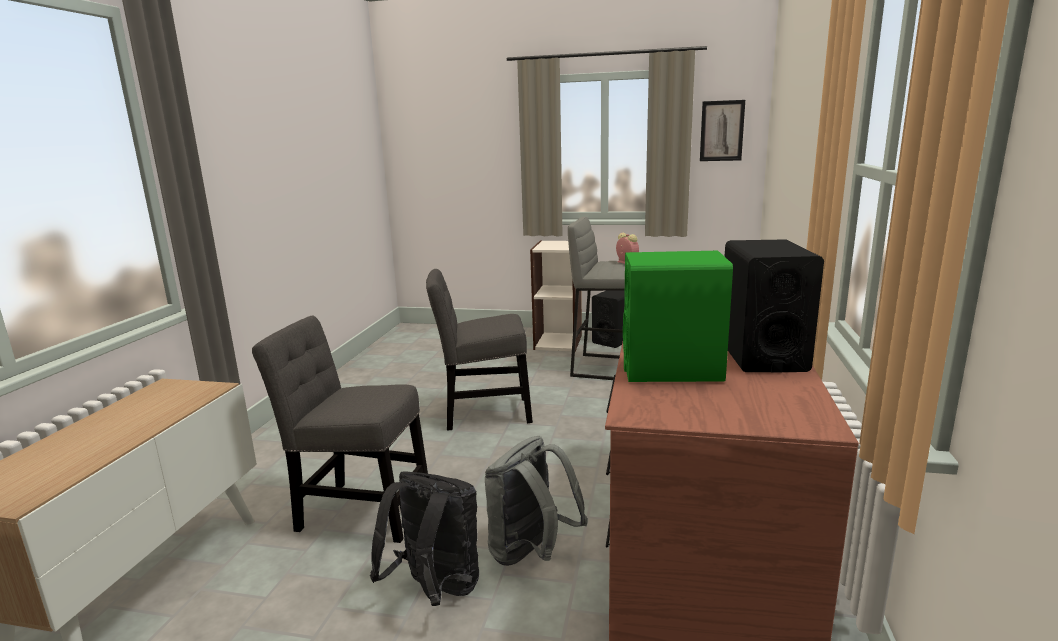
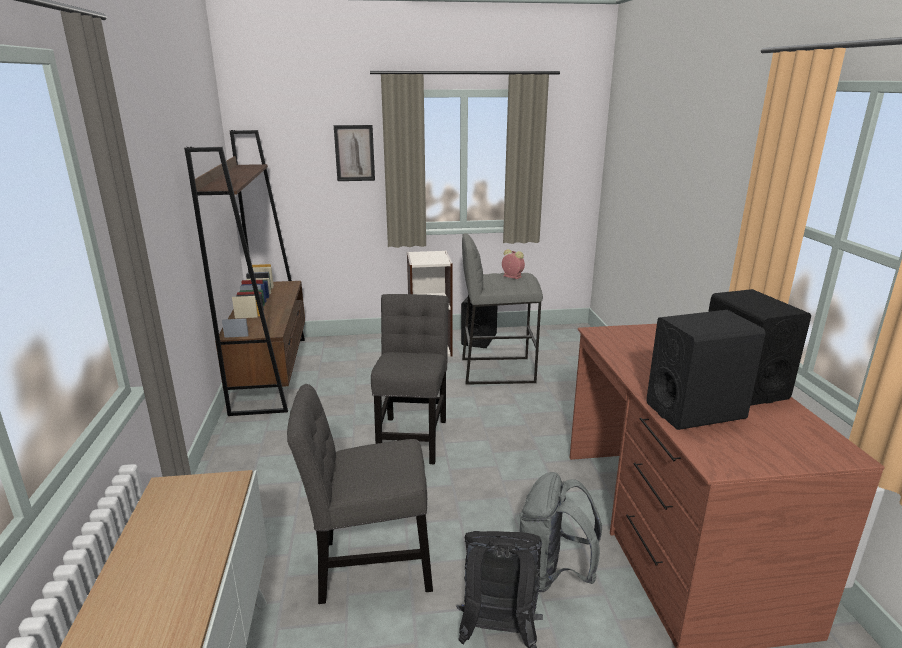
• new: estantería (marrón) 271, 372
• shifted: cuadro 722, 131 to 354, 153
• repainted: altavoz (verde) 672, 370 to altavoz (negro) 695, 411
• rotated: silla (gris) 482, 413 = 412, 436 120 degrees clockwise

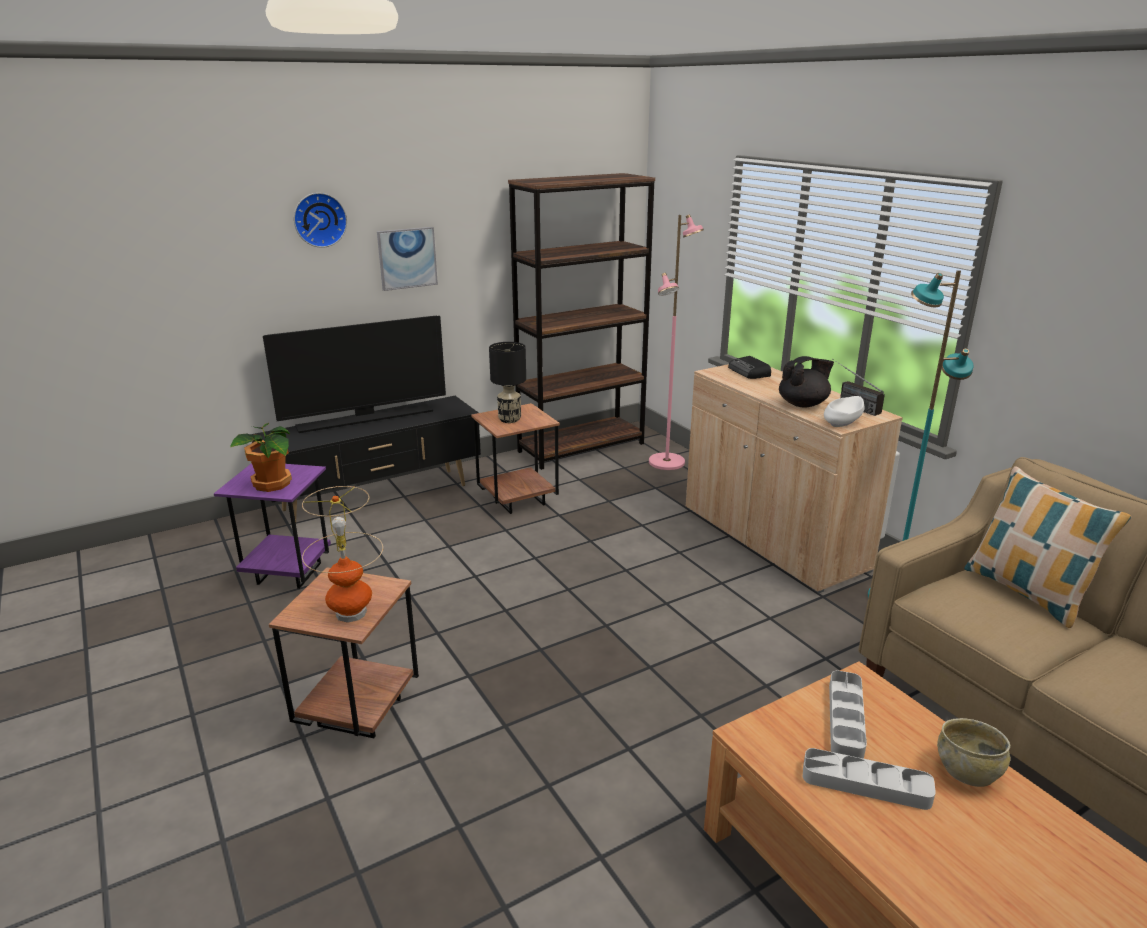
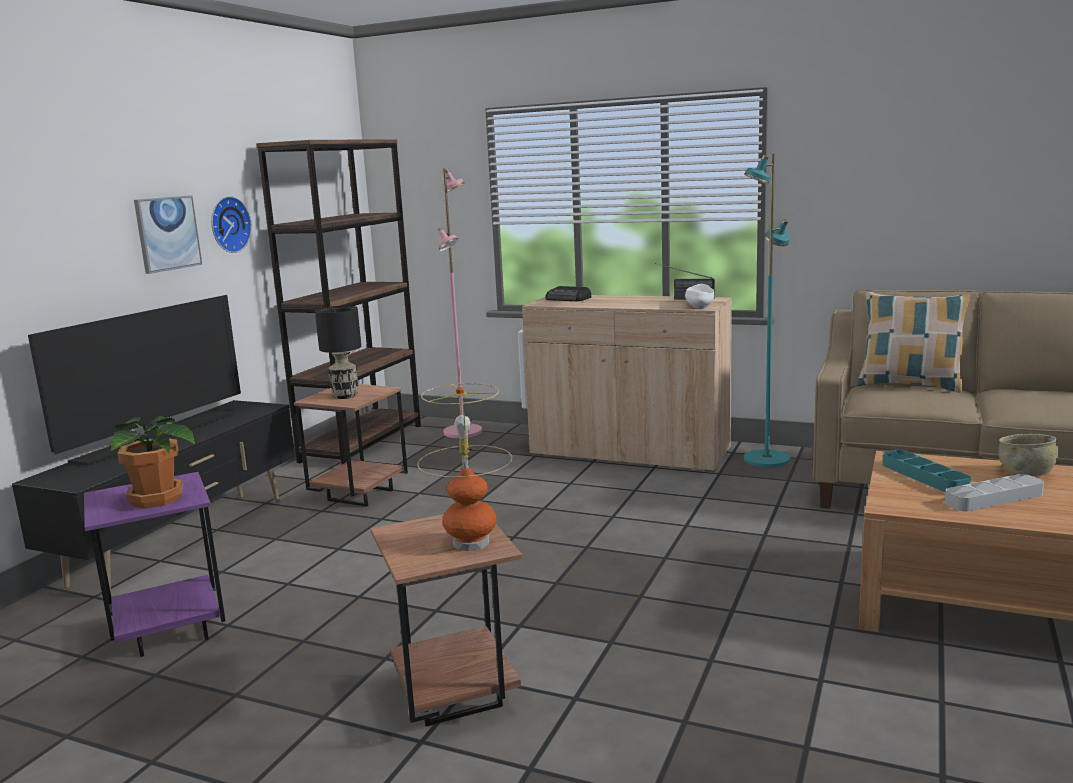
• gone: tetera (negro) 803, 404
• shifted: reloj de pared 319, 219 to 228, 224
• repainted: bandeja (gris) 845, 718 to bandeja (turquesa) 924, 476

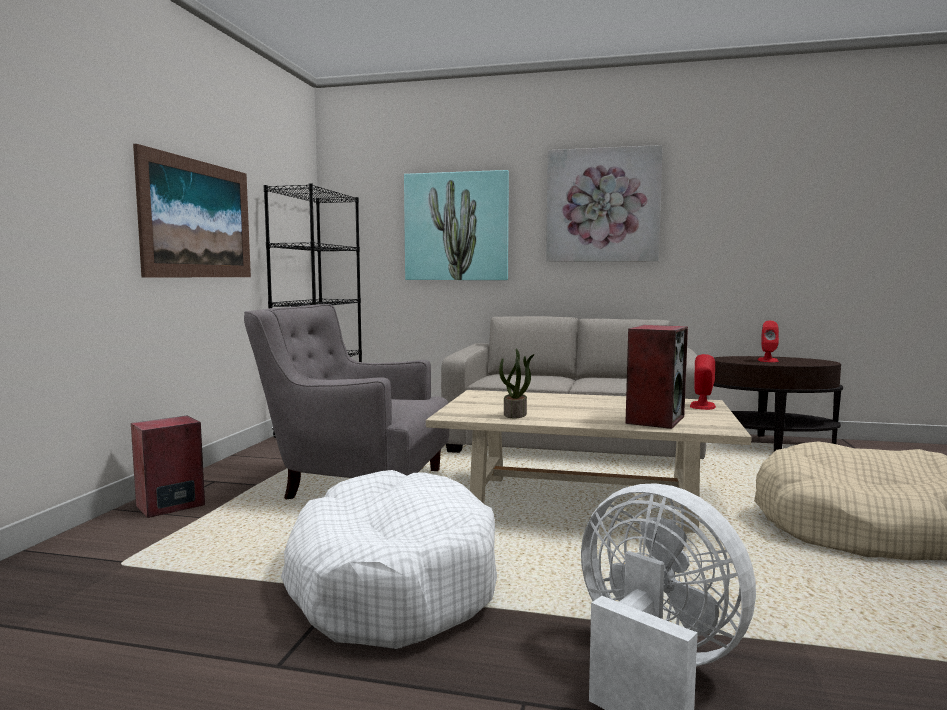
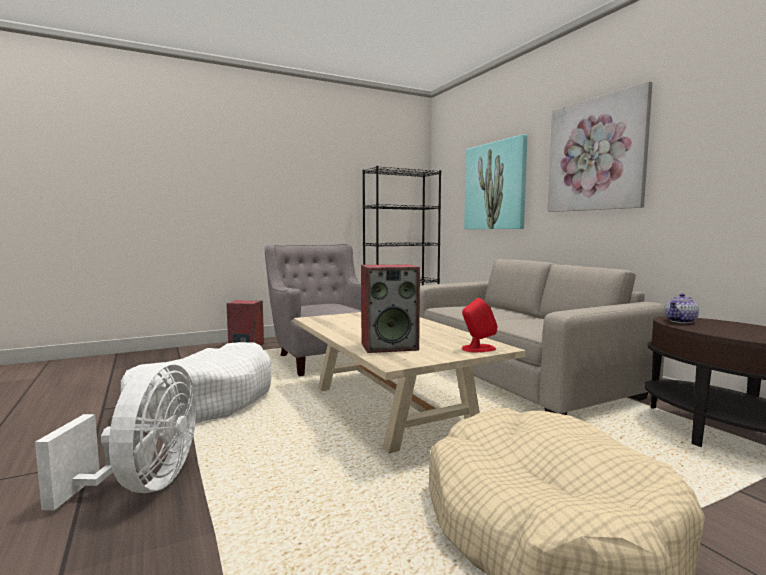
• gone: cuadro 198, 219
• gone: planta en maceta 515, 414
• gone: altavoz (rojo) 767, 360
• new: tetera 681, 321

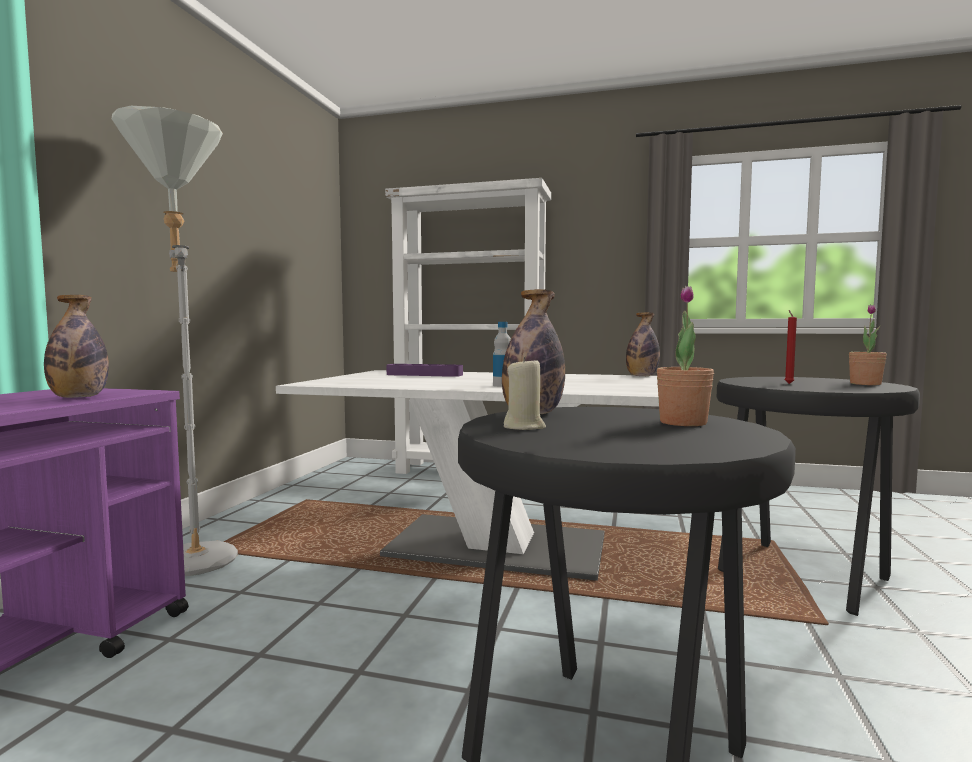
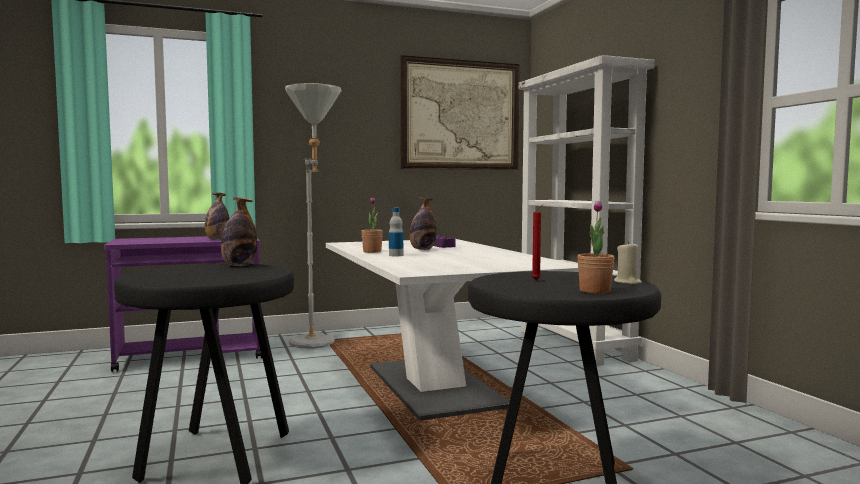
• new: cuadro 461, 115
• shifted: vela (beis) 524, 427 to 627, 282
• shifted: botella 642, 376 to 422, 249
• shifted: planta en maceta 683, 423 to 372, 251

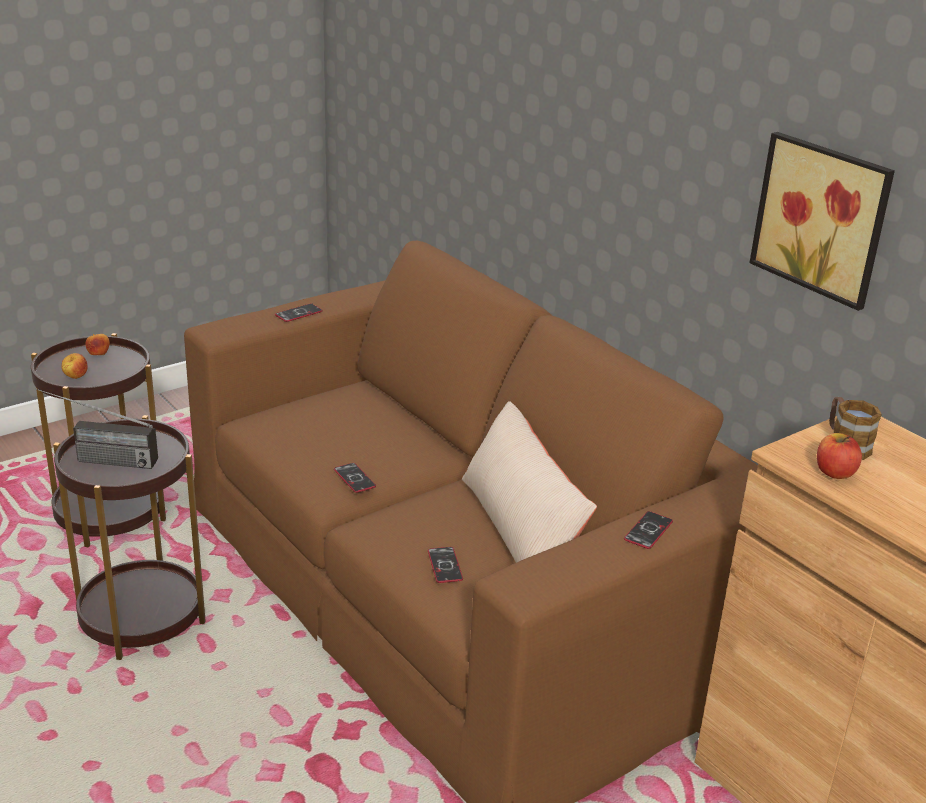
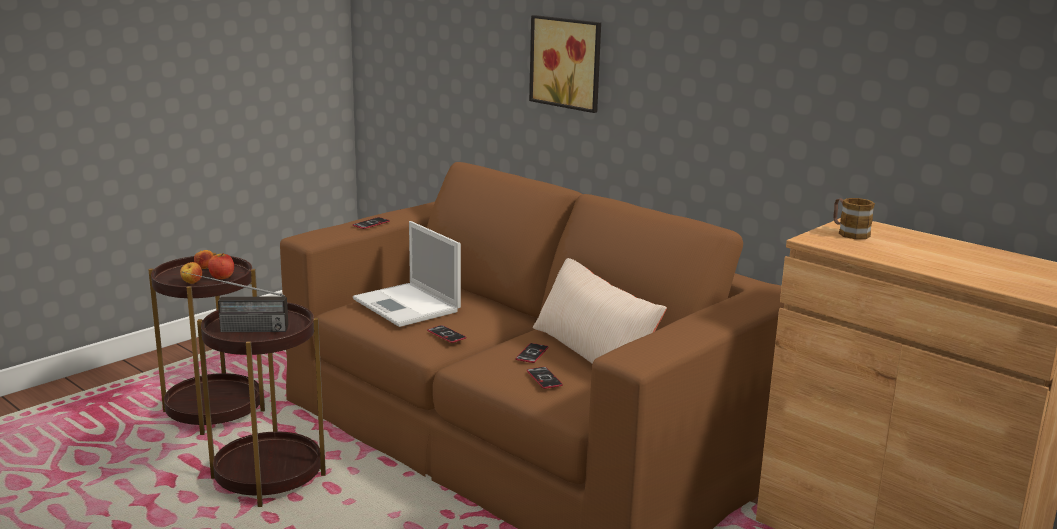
• new: portátil 407, 306
• shifted: móvil 648, 531 to 532, 354
• shifted: cuadro 824, 218 to 568, 62
• shifted: manzana 834, 472 to 222, 277

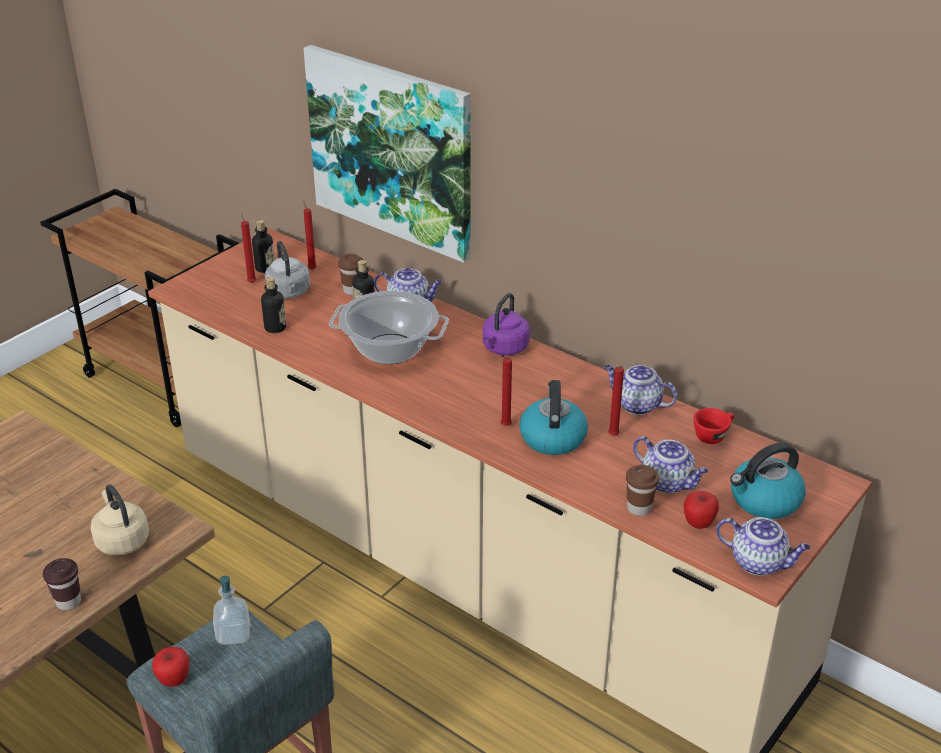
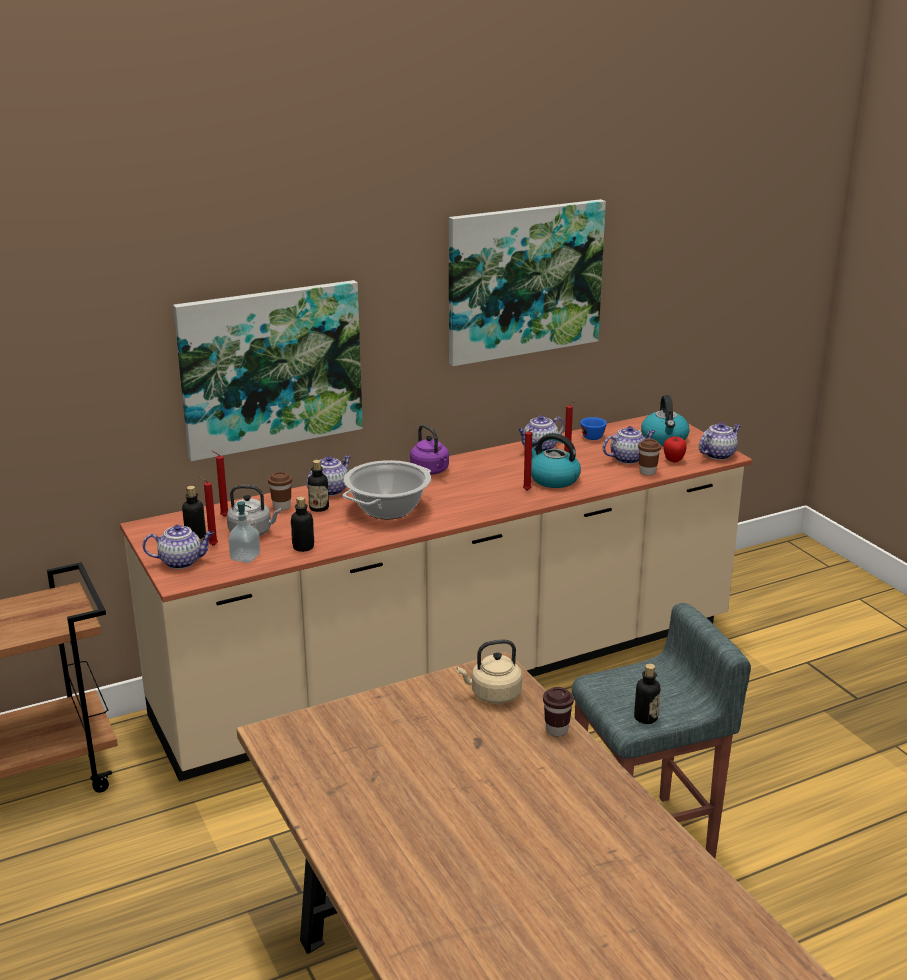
• new: tetera 182, 562
• new: cuadro 524, 280
• shifted: dispensador de jabón 233, 634 to 245, 557
• swapped: manzana 174, 680 to botella 645, 718
• repainted: taza (rojo) 713, 435 to taza (azul) 591, 436

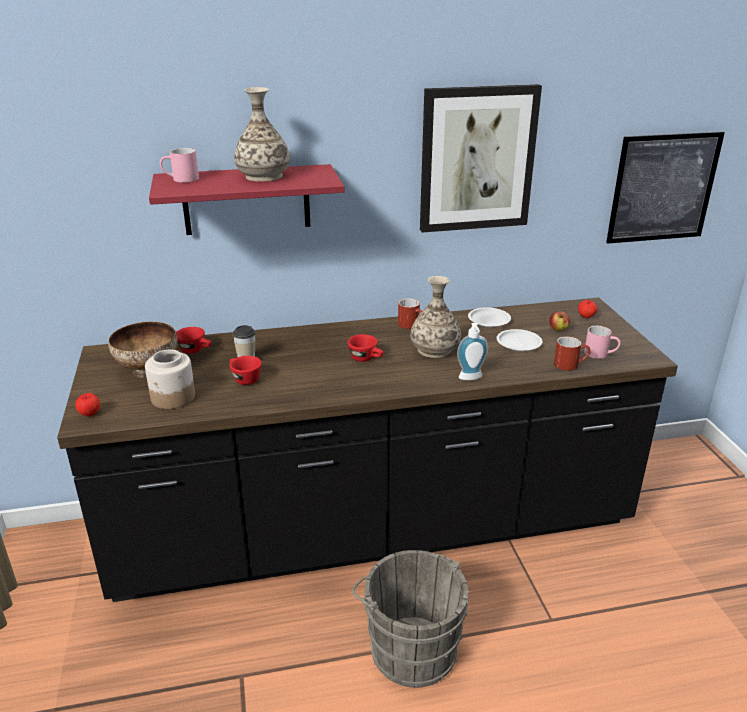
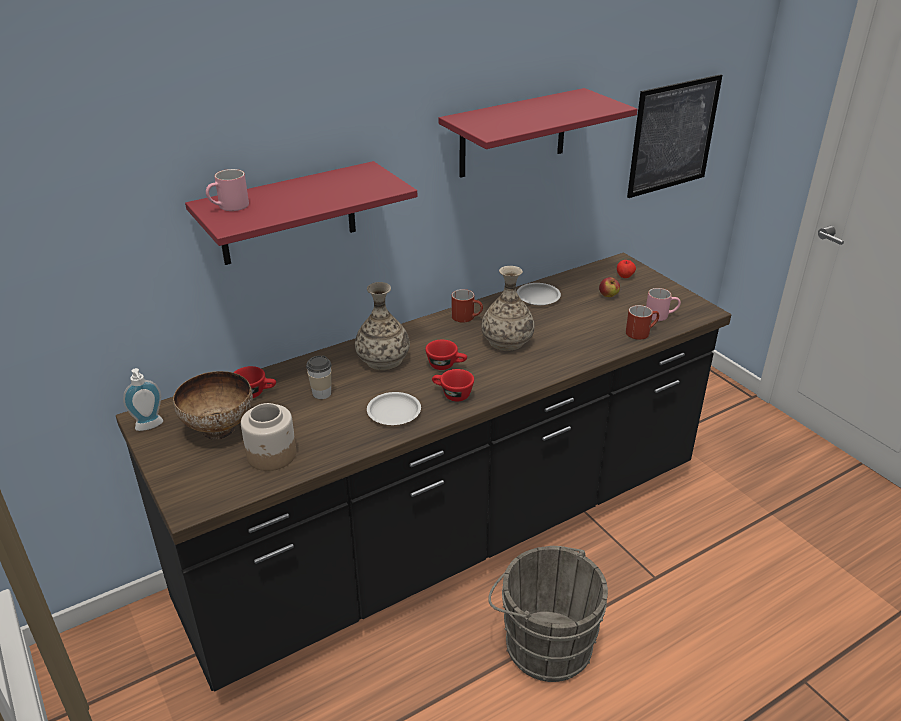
• gone: manzana 90, 413
• shifted: taza (rojo) 243, 379 to 452, 395
• shifted: florero 263, 176 to 383, 360
• shifted: dispensador de jabón 471, 378 to 150, 427
• shifted: plato (blanco) 518, 343 to 394, 412
• swapped: cuadro 477, 159 to estante (rojo) 513, 133

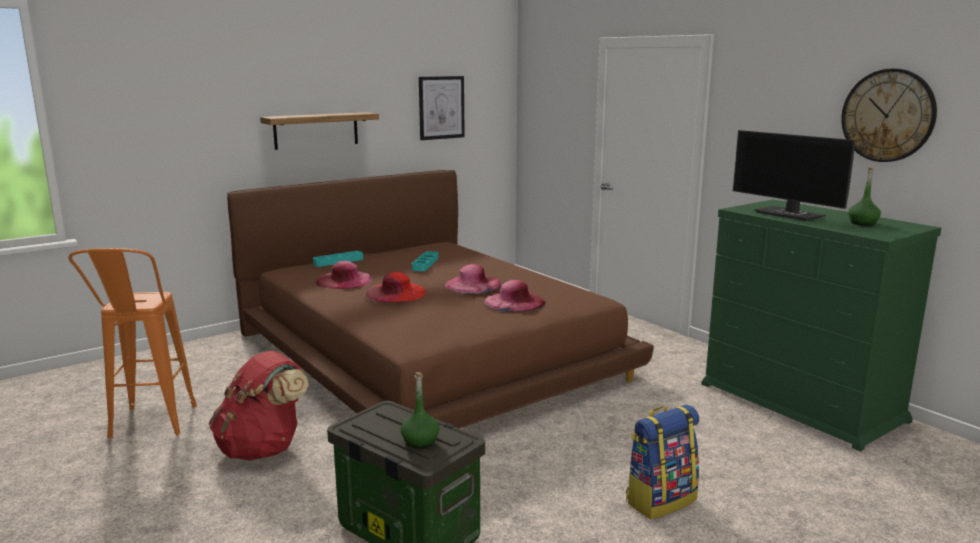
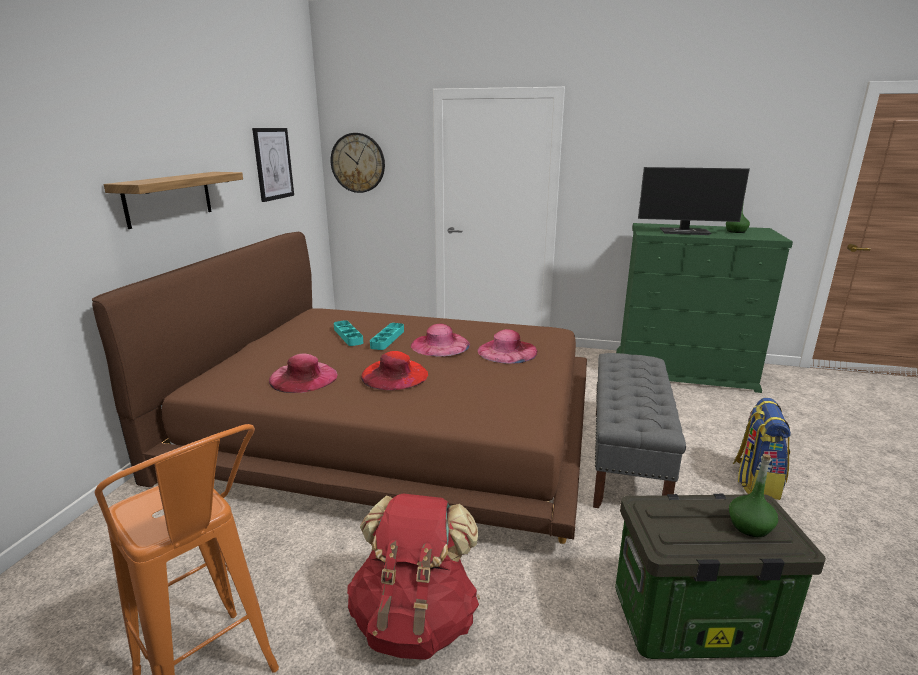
• new: banco (gris) 626, 458
• shifted: bandeja (turquesa) 338, 261 to 387, 339
• shifted: reloj de pared 888, 115 to 358, 163

